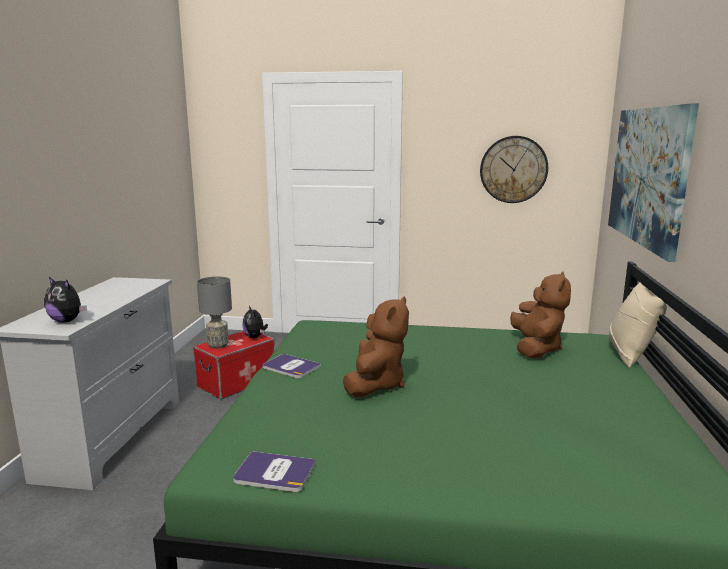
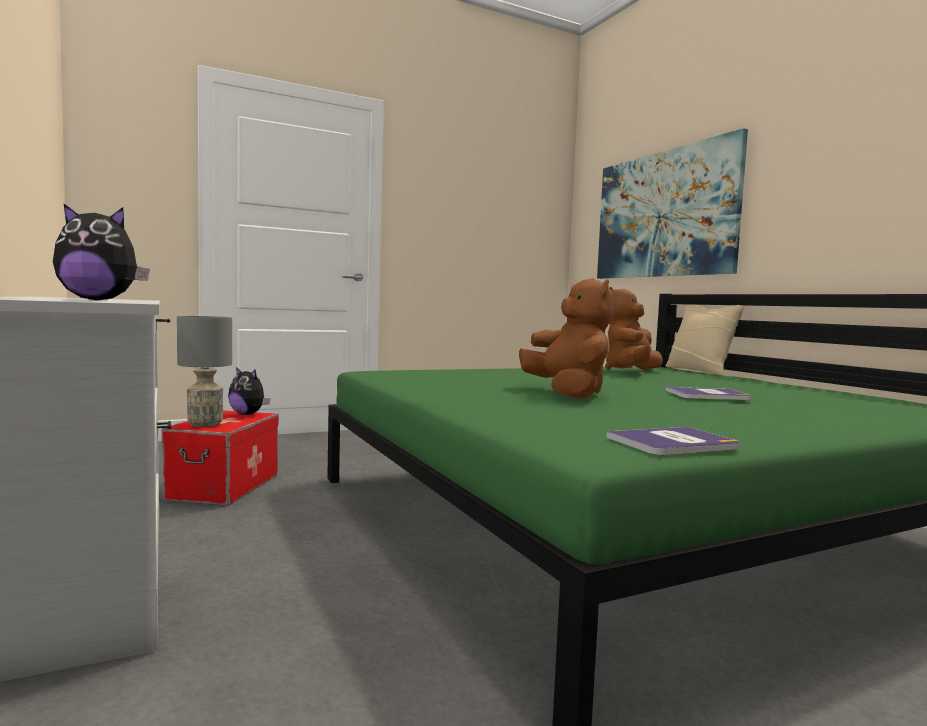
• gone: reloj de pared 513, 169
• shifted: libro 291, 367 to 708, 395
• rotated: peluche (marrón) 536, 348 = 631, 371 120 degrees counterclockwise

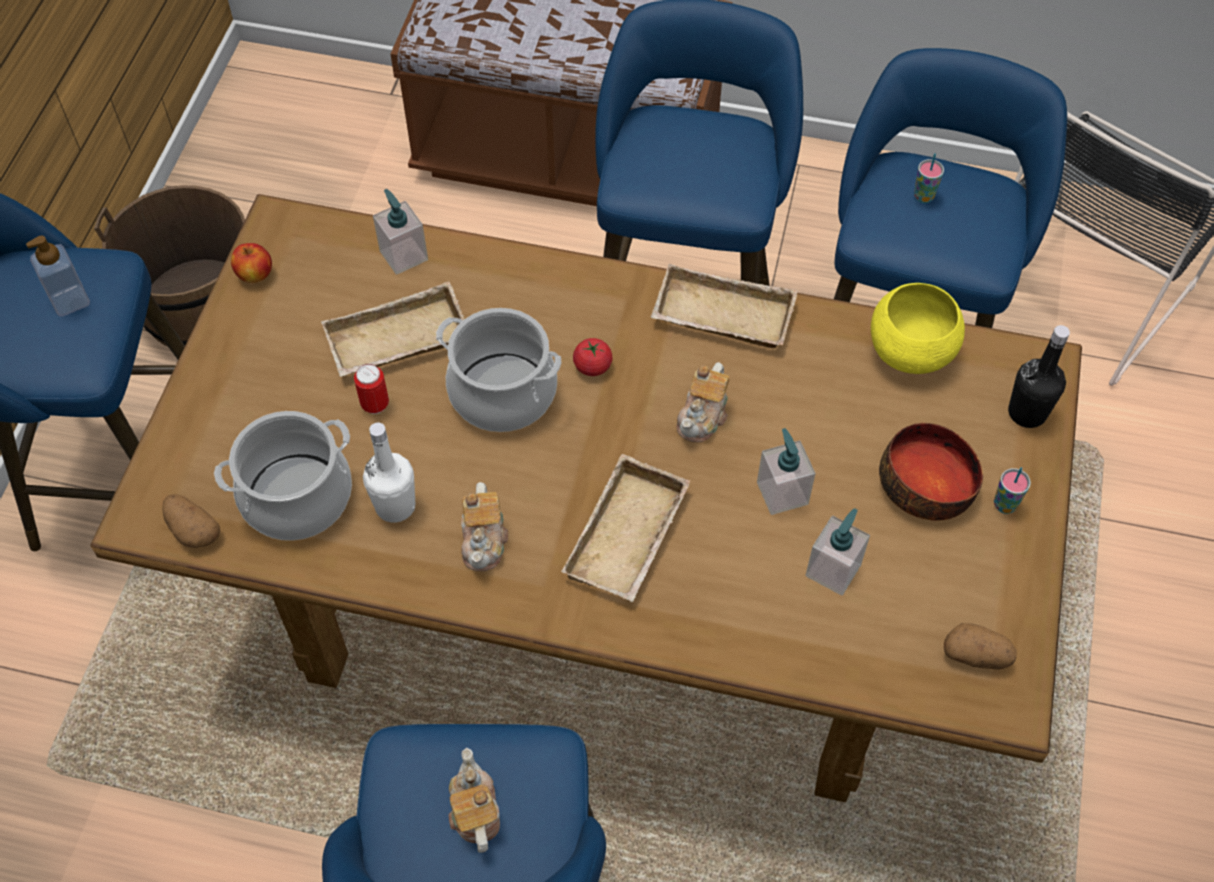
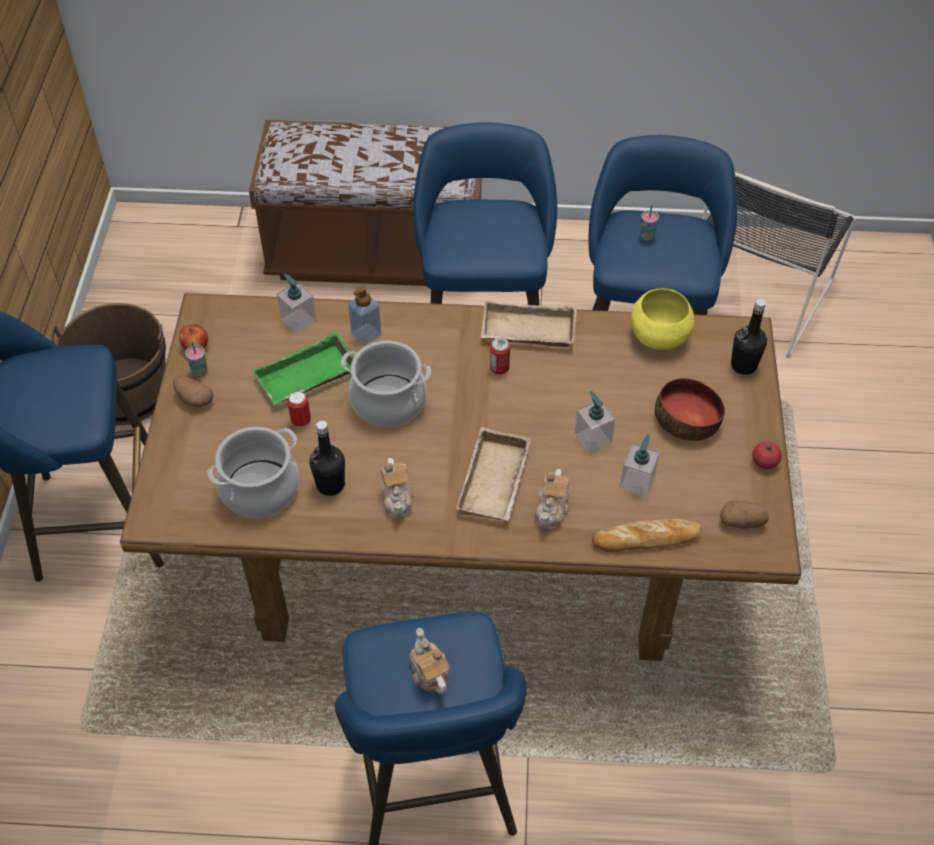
• new: lata 499, 368
• new: pan 646, 539
• shifted: dispensador de jabón 70, 301 to 366, 334
• shifted: patata 192, 530 to 193, 399
• shifted: tomate 592, 366 to 764, 462
• shifted: tetera 703, 416 to 552, 509
• shifted: taza 1004, 505 to 200, 372
• repainted: bandeja (beis) 397, 342 to bandeja (verde) 307, 378
• repainted: botella (blanco) 395, 506 to botella (negro) 330, 485

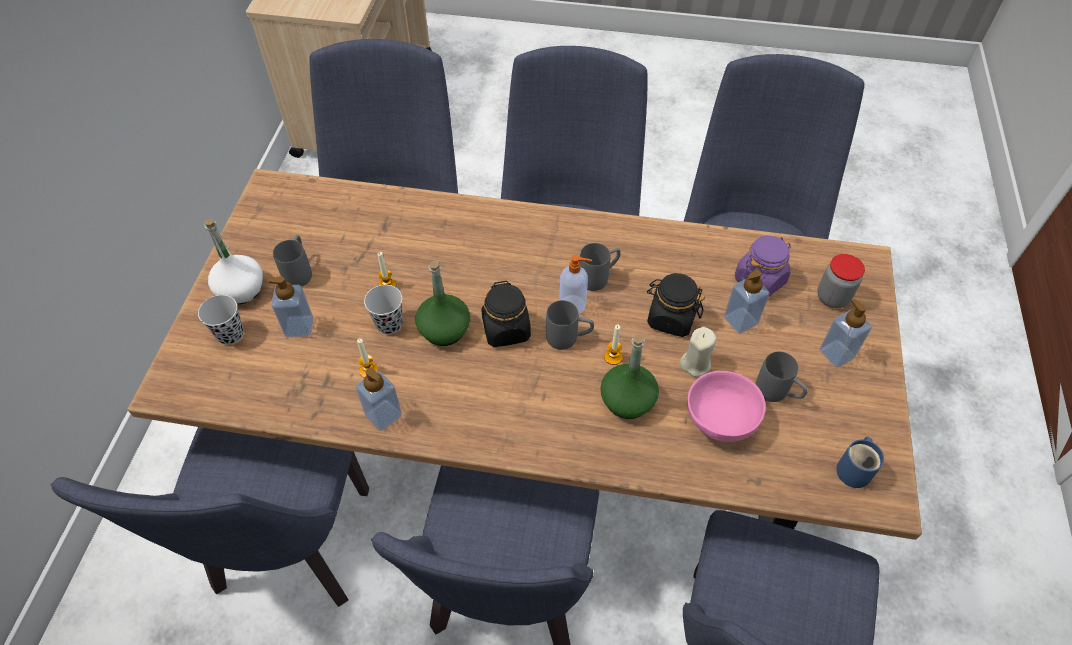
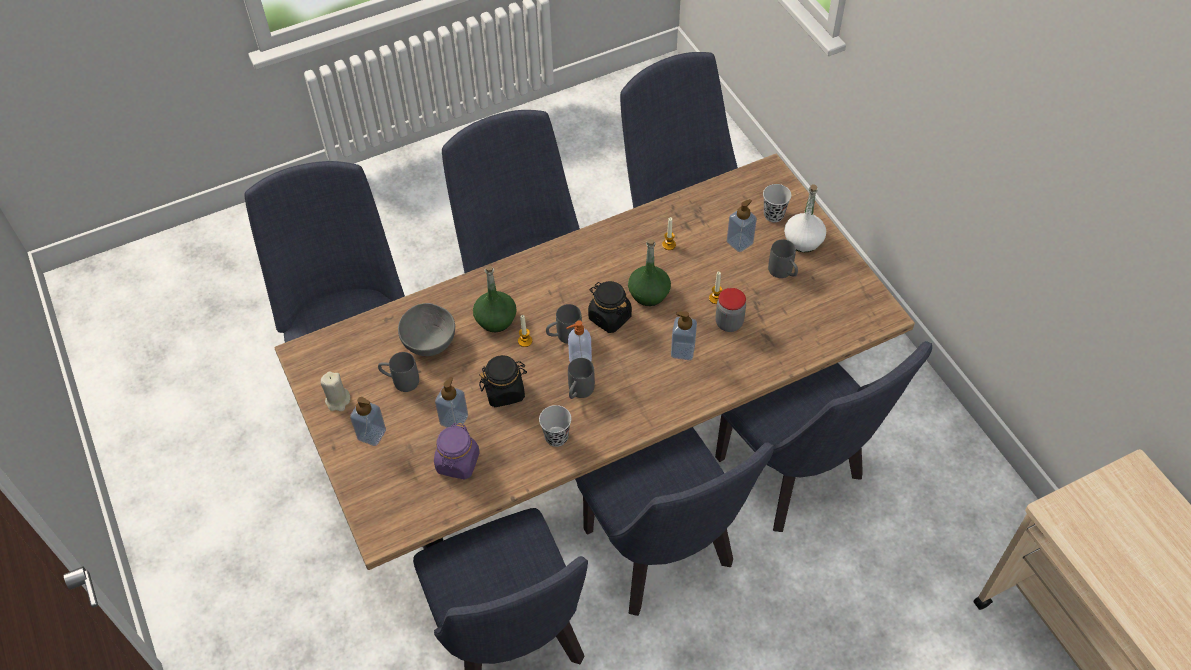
• gone: taza grande (azul) 855, 469
• shifted: dispensador de jabón 383, 415 to 682, 351
• shifted: taza (negro) 389, 324 to 556, 437
• shifted: vela (beis) 695, 363 to 338, 400
• shifted: tarro 832, 297 to 729, 323
• repainted: cuenco (rosa) 718, 420 to cuenco (gris) 430, 340

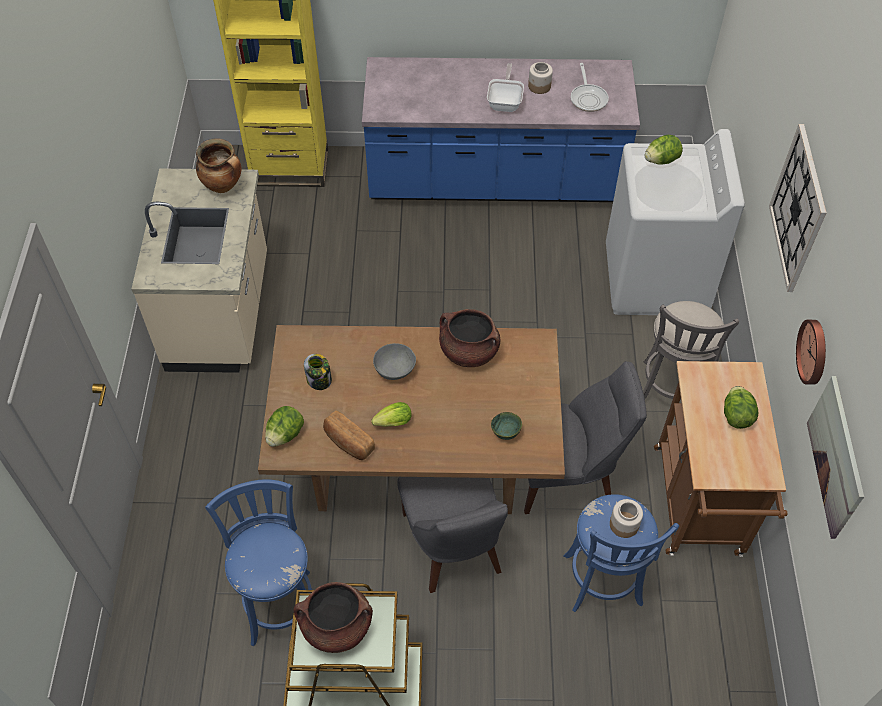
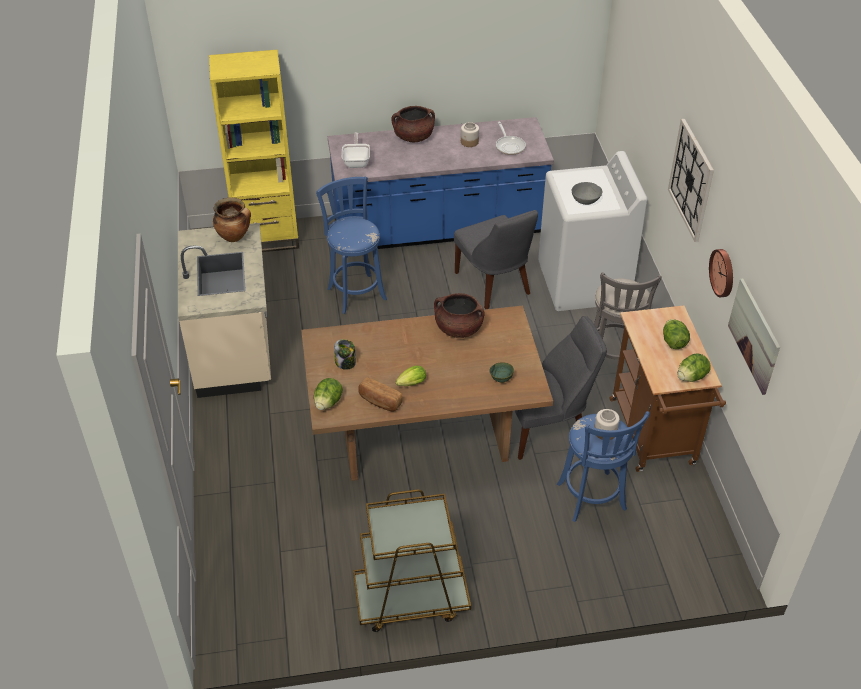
• shifted: taburete (azul) 280, 603 to 355, 292
• shifted: olla (marrón) 336, 627 to 413, 137
• shifted: cuenco (gris) 395, 369 to 585, 200
• shifted: silla (gris) 453, 547 to 494, 285
• shifted: sartén 505, 102 to 356, 161
• shifted: lechuga 661, 160 to 691, 377

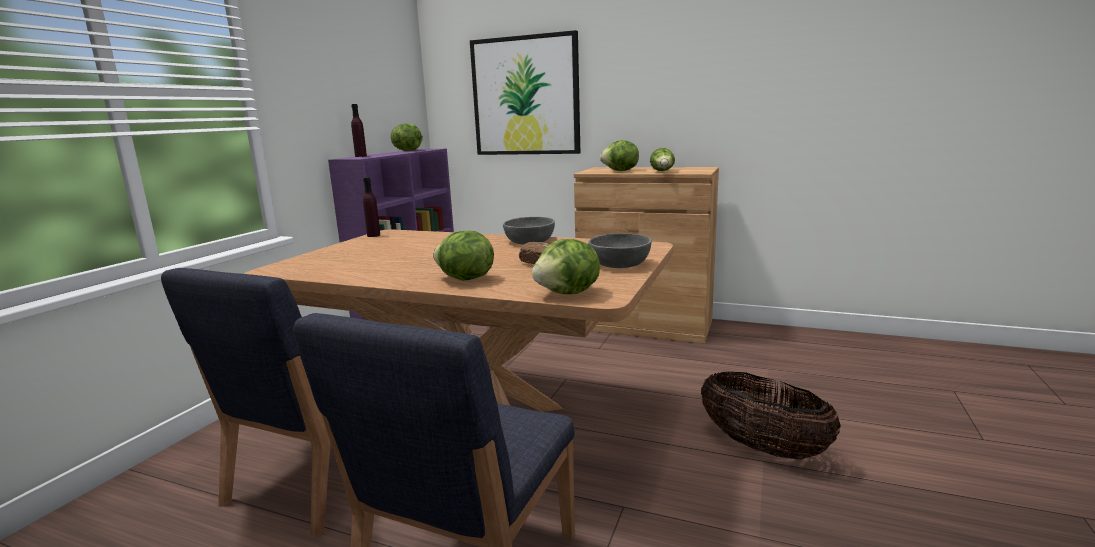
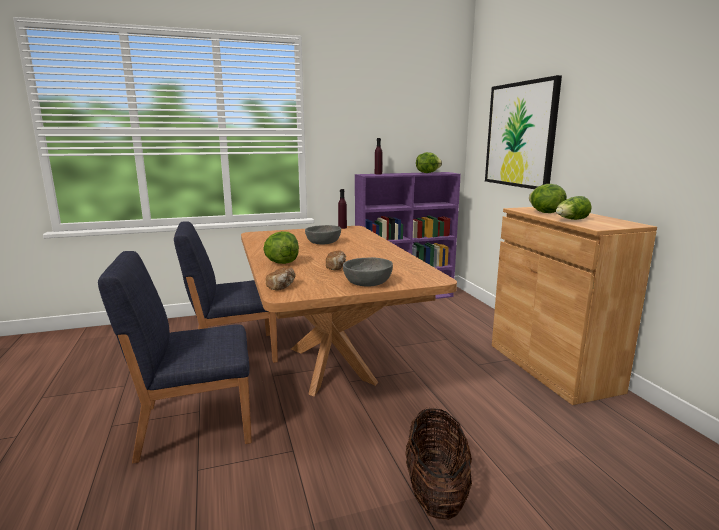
• shifted: cuenco (gris) 530, 242 to 323, 242
• swapped: lechuga 568, 293 to pan 282, 286

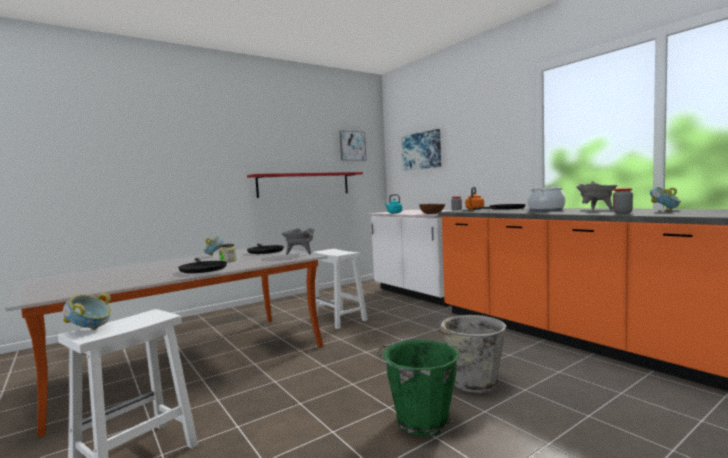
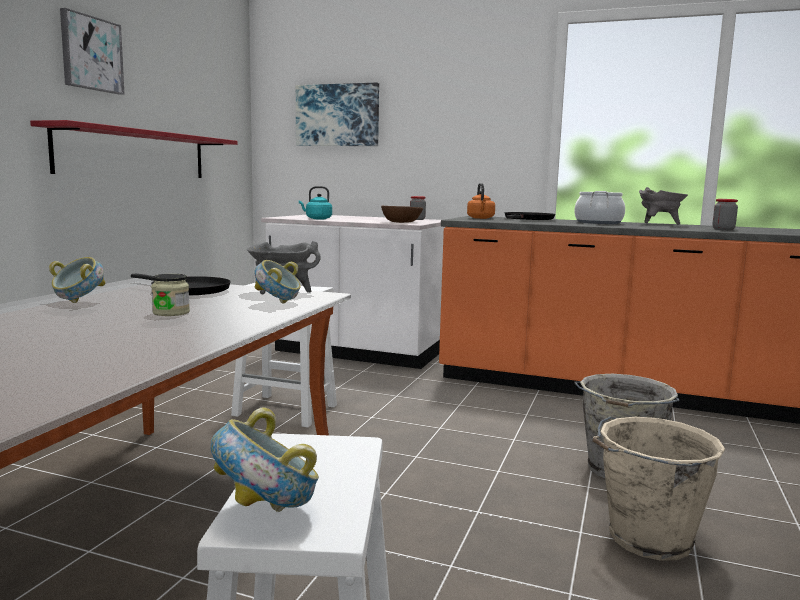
• gone: sartén (negro) 202, 269
• shifted: cuadro 352, 146 to 91, 54
• shifted: cuenco 665, 210 to 278, 303
• repainted: cubo (verde) 420, 421 to cubo (beis) 646, 539

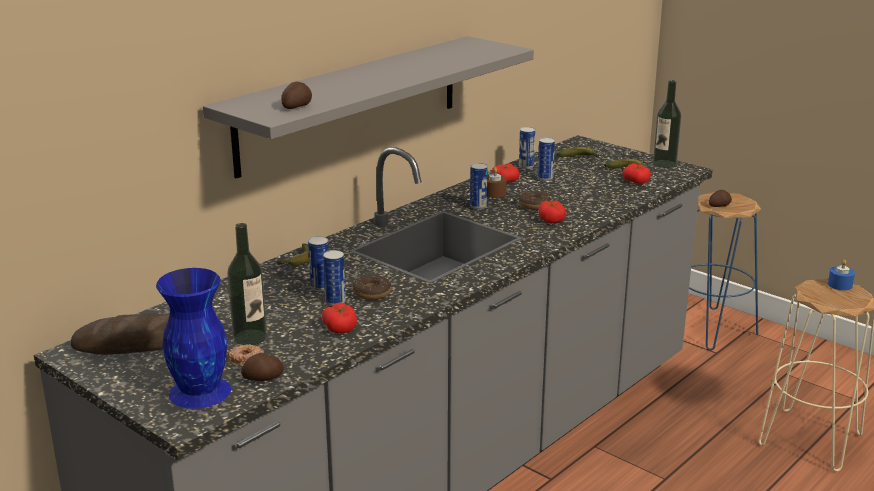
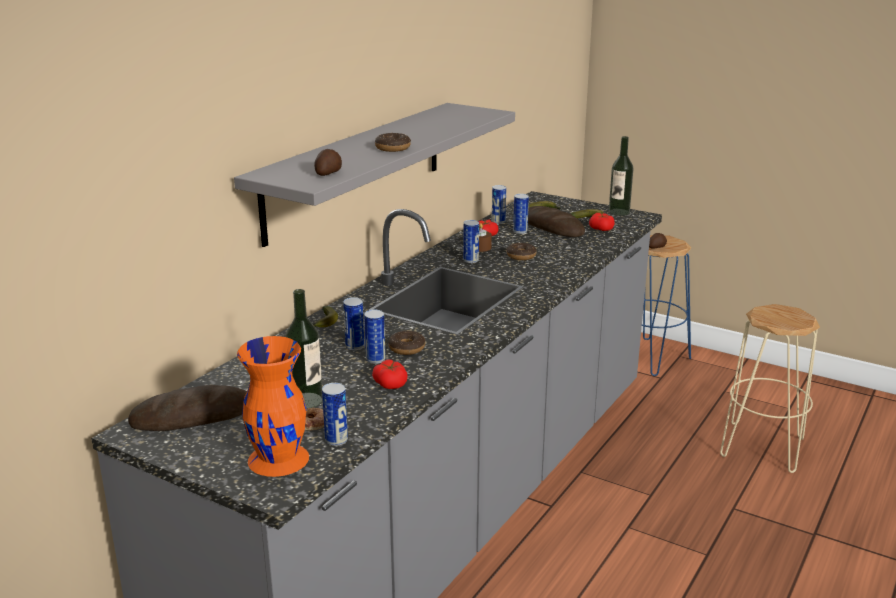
• gone: tomate 551, 220
• gone: vela (azul) 840, 285
• new: rosquilla 392, 148
• new: pan 552, 227
• swapped: patata 263, 378 to lata 336, 440
• repainted: florero (azul) 201, 391 to florero (naranja) 279, 458

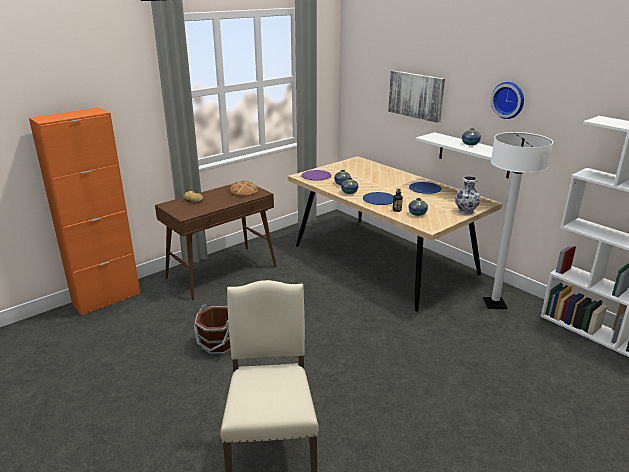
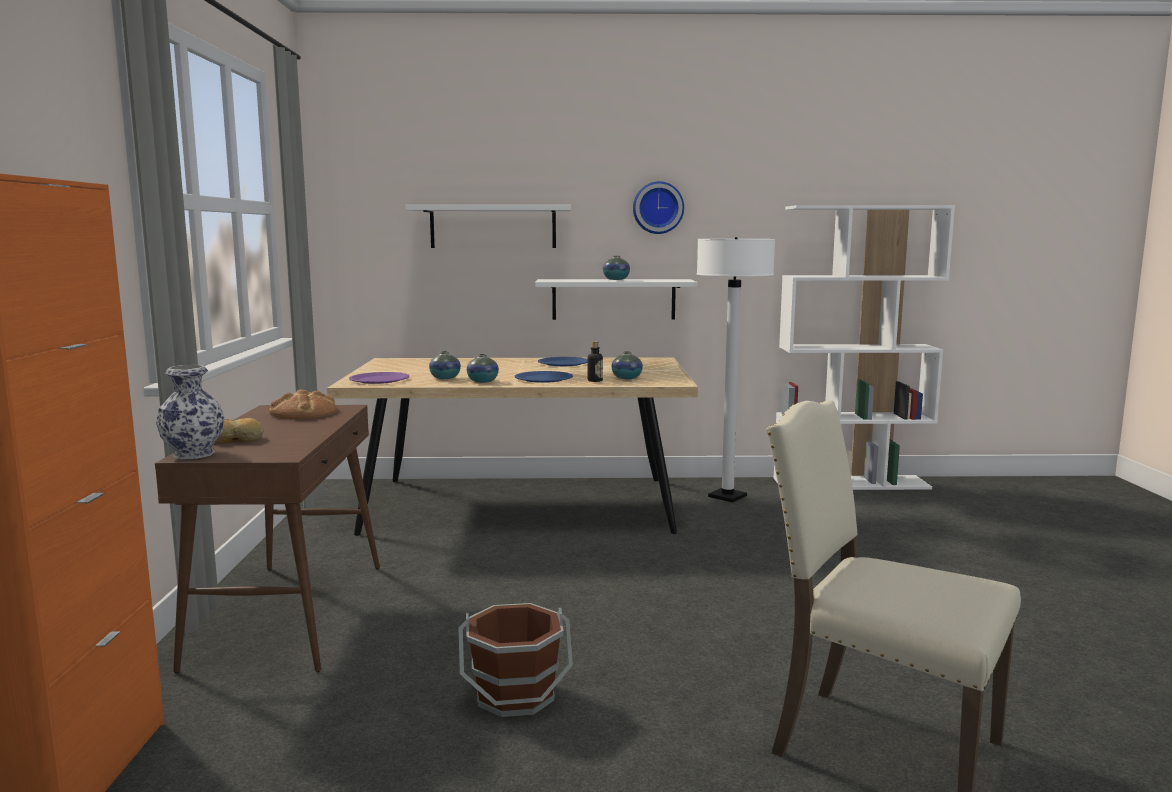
• shifted: florero 466, 211 to 195, 454
• swapped: cuadro 416, 95 to estante (blanco) 493, 227

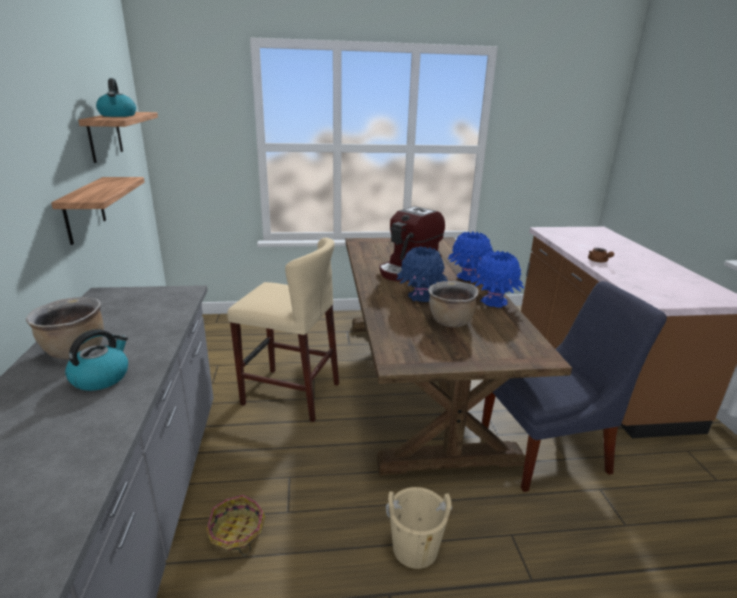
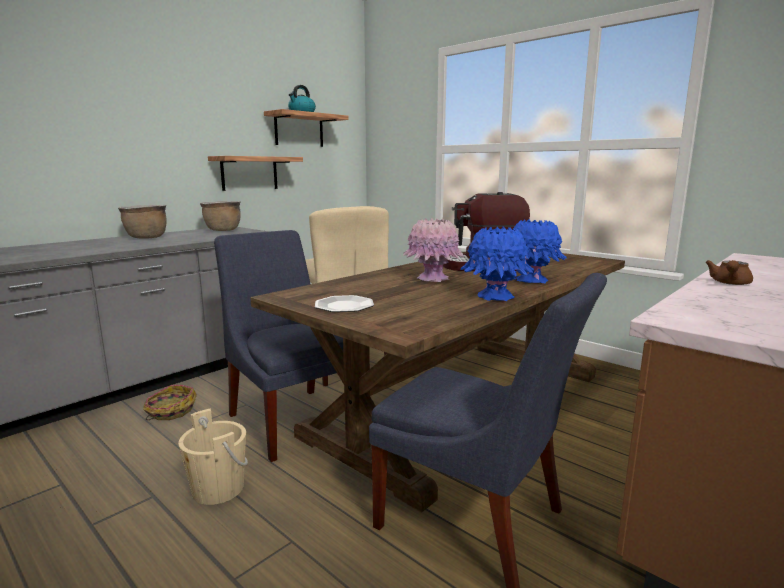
• gone: hervidor 101, 377
• new: silla (azul) 291, 419
• new: plato 344, 306
• shifted: olla (marrón) 450, 322 to 222, 230
• repainted: florero (azul) 420, 297 to florero (rosa) 432, 278

